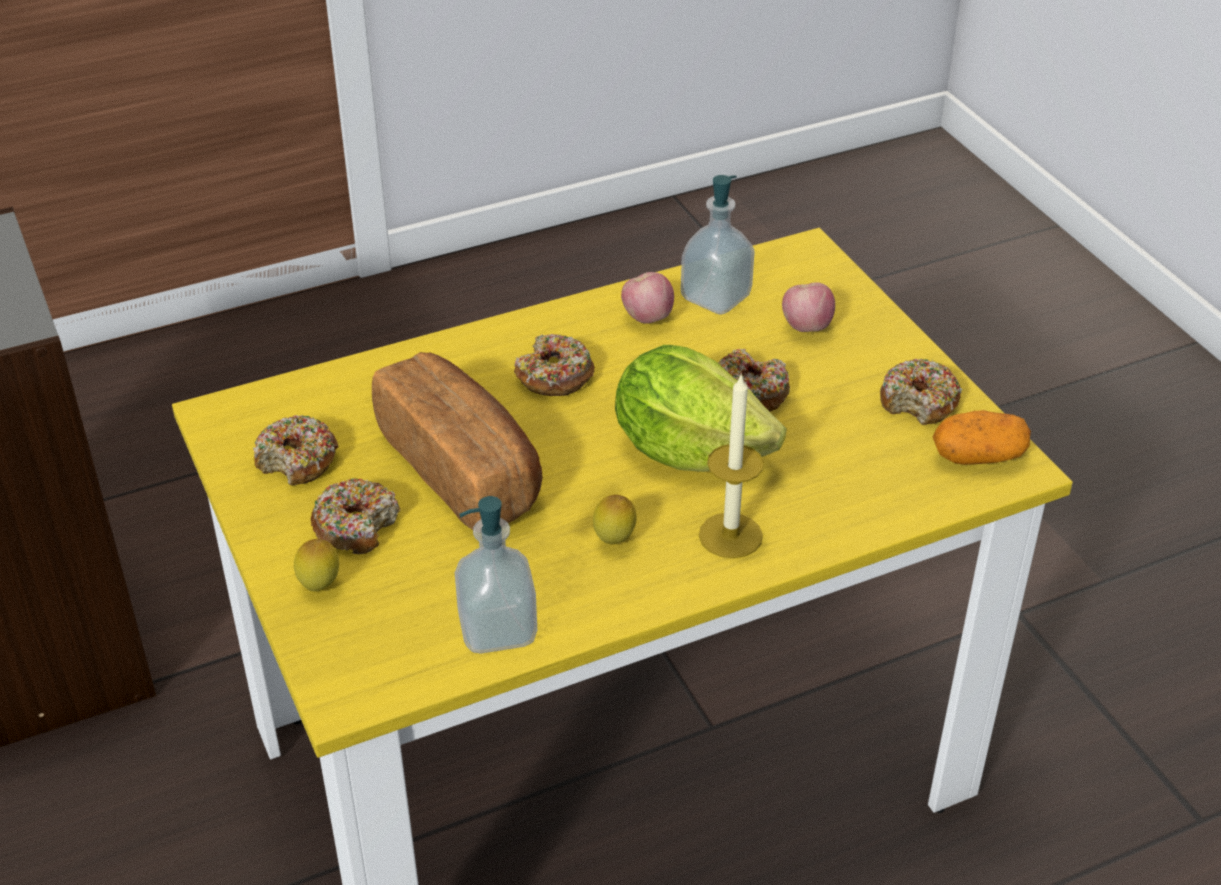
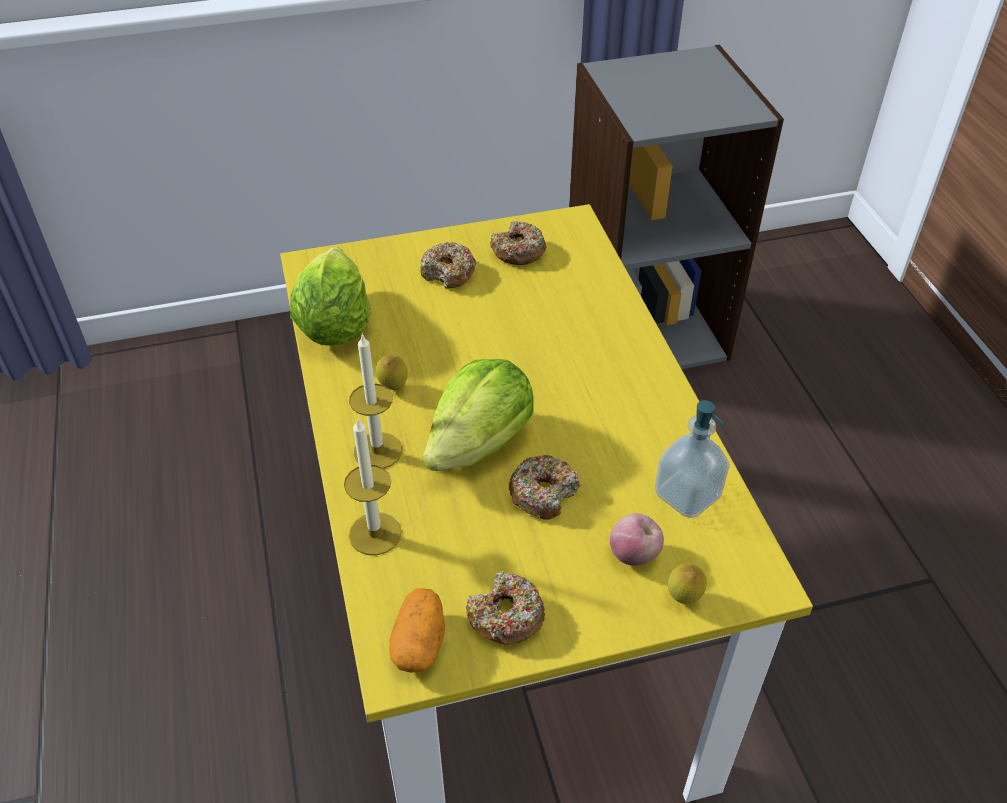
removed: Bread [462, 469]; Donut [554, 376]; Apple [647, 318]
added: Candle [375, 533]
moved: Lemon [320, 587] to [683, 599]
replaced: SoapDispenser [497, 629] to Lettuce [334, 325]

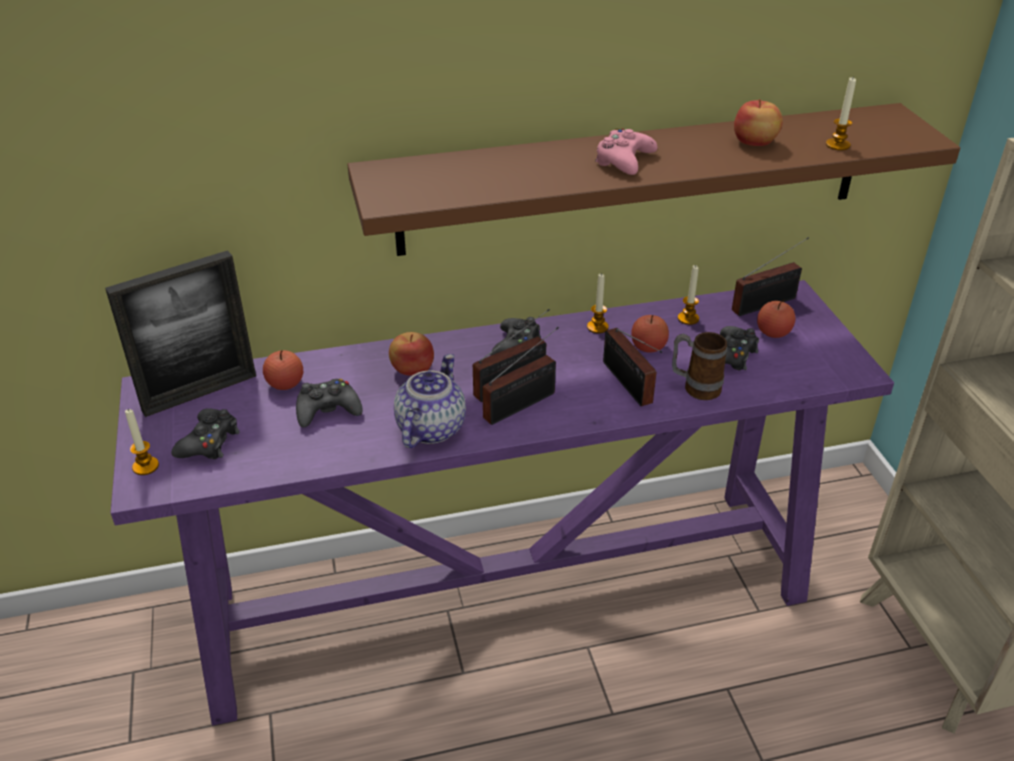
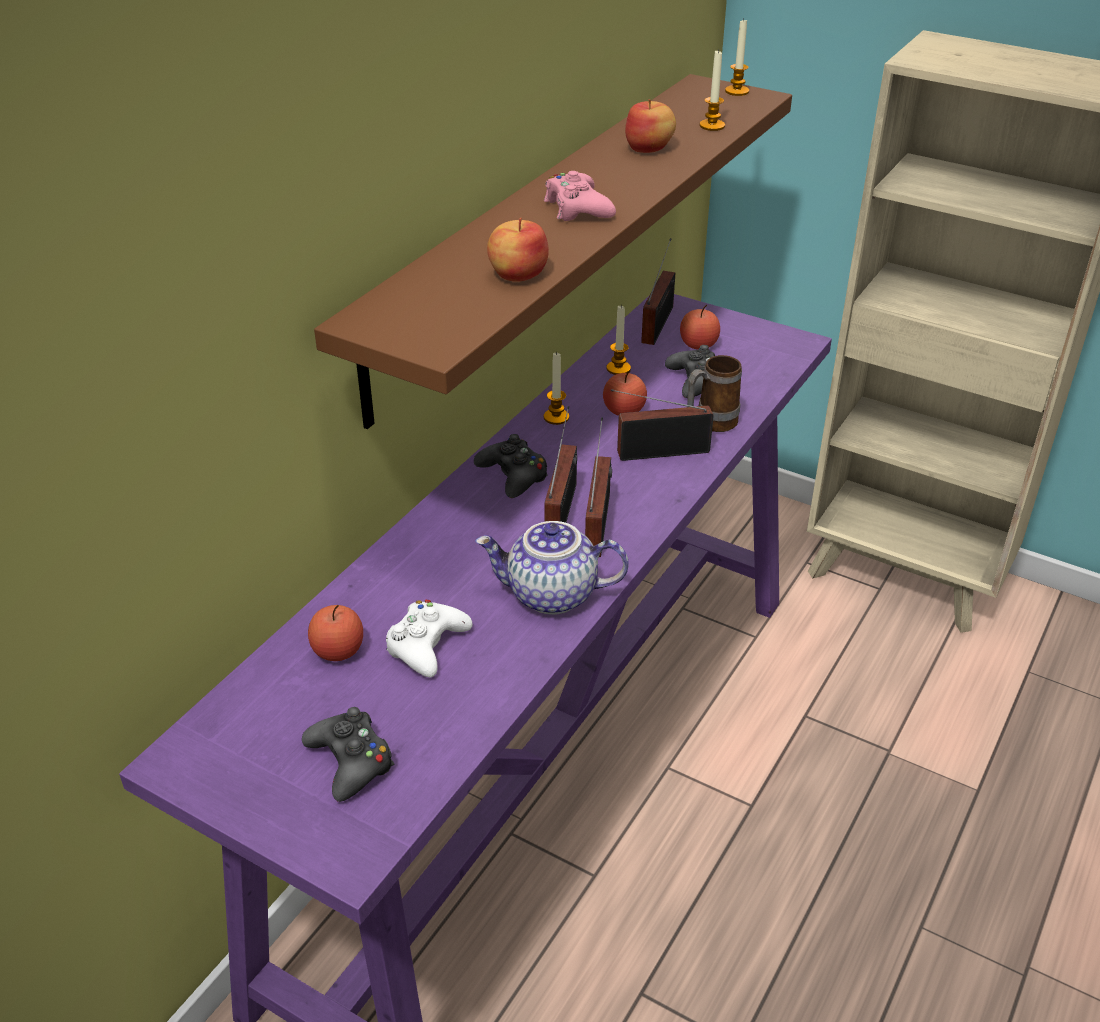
removed: PictureFrame [200, 393]
moved: Candle [145, 466] to [737, 91]; Apple [412, 368] to [518, 274]
recoloured: BlackGameController [328, 410] to WhiteGameController [426, 645]
turned: Teapot [429, 428] = [551, 596] 60 degrees counterclockwise; Radio [628, 385] = [657, 452] 150 degrees clockwise

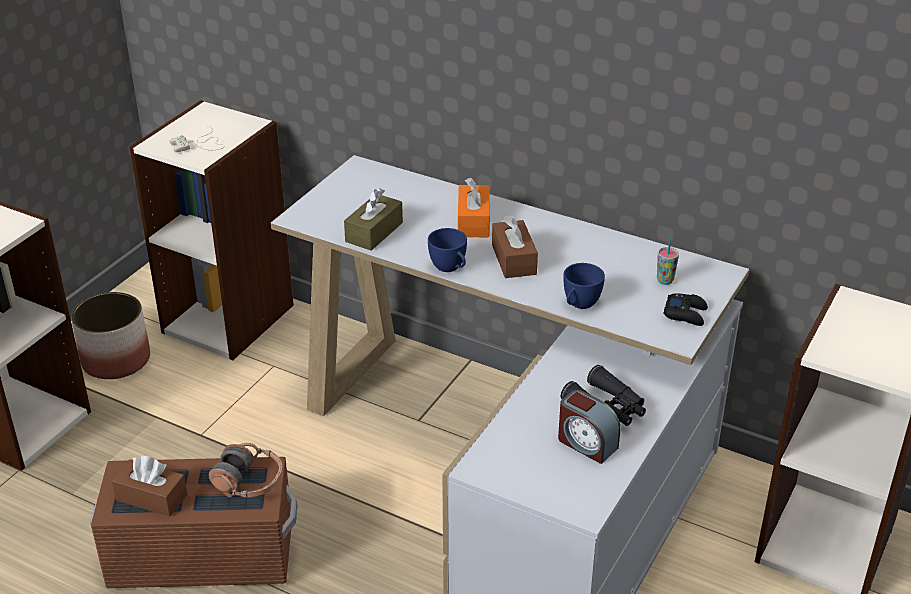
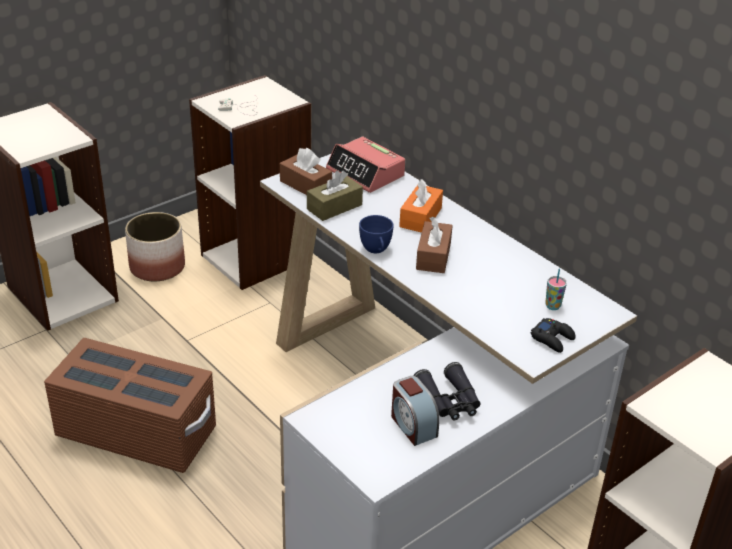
removed: Headphones [248, 482]; BlueCup [579, 305]
added: AlarmClock [366, 173]
moved: BrownTissueBox [151, 497] to [305, 185]

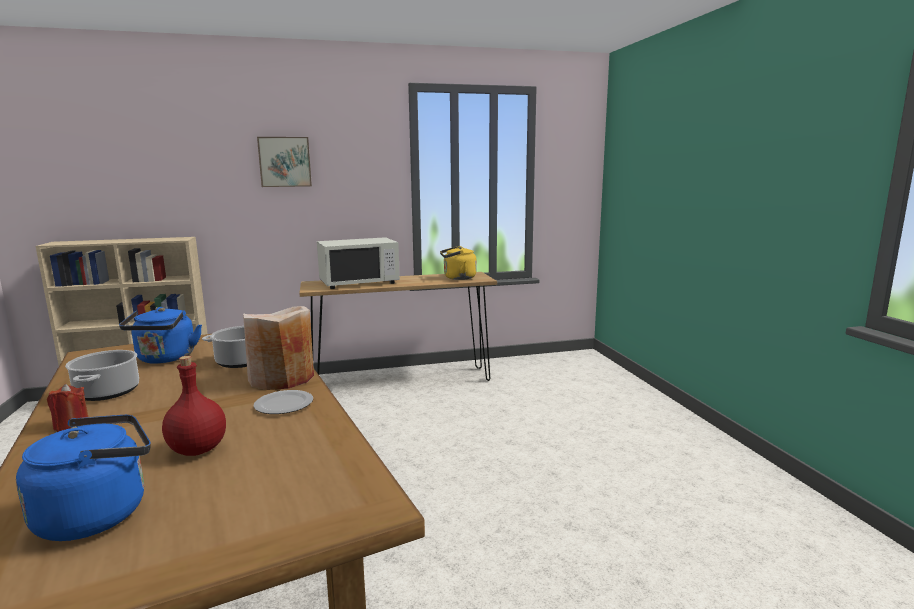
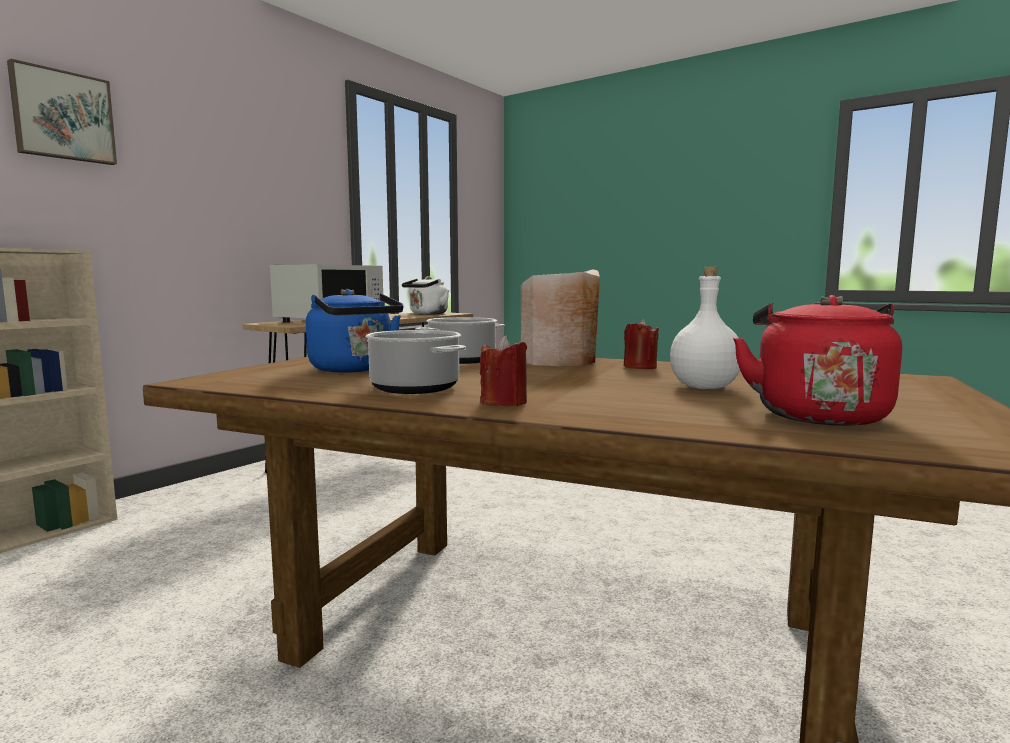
moved: Picture [285, 162] to [63, 116]
replaced: Plate [283, 405] to RedCandle [640, 367]
recoloured: BlueKettle [99, 513] to RedKettle [816, 414]; RedBottle [196, 450] to WhiteBottle [704, 388]; YellowKettle [457, 278] to WhiteKettle [427, 314]

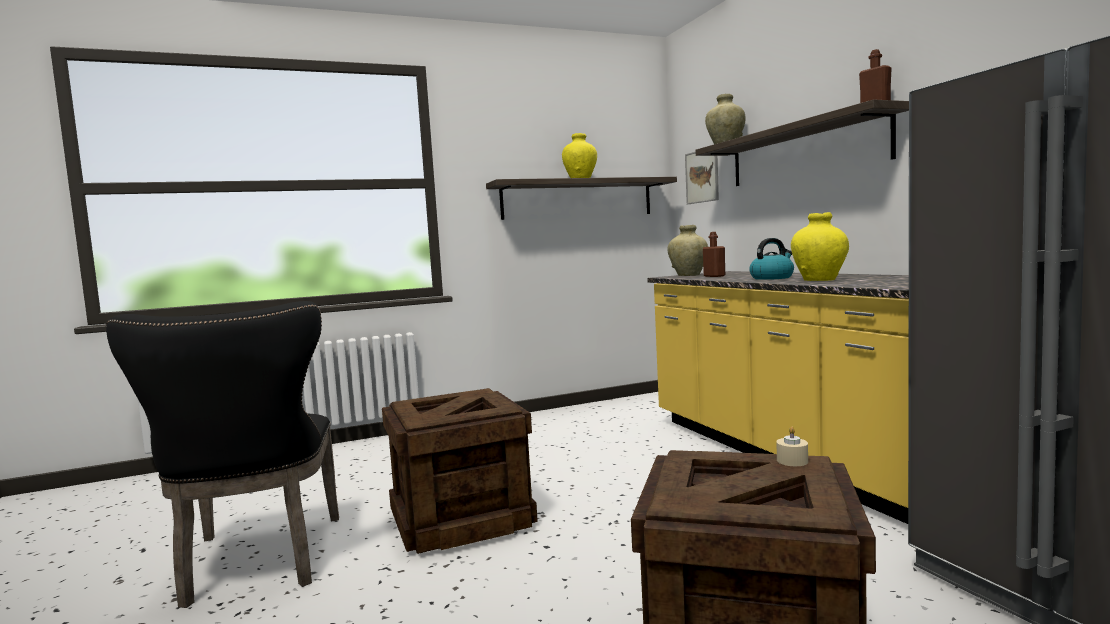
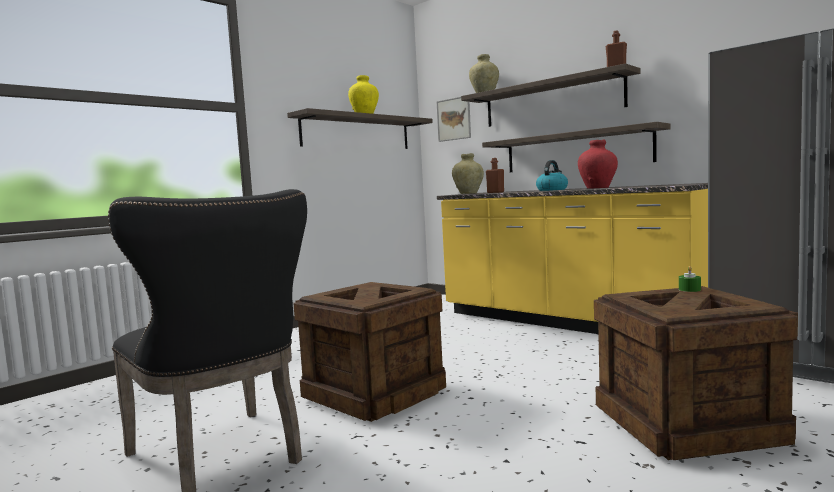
added: Shelf [575, 151]
recoloured: BeigeCandle [792, 461] to GreenCandle [689, 289]; YellowVase [819, 280] to RedVase [598, 188]

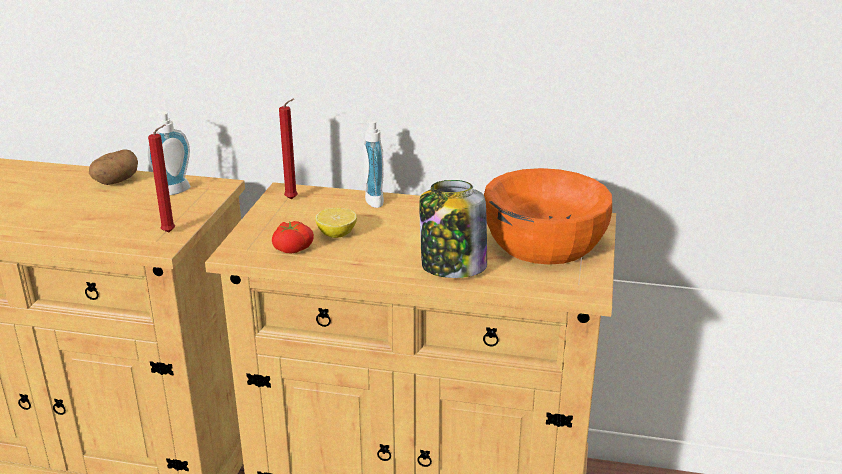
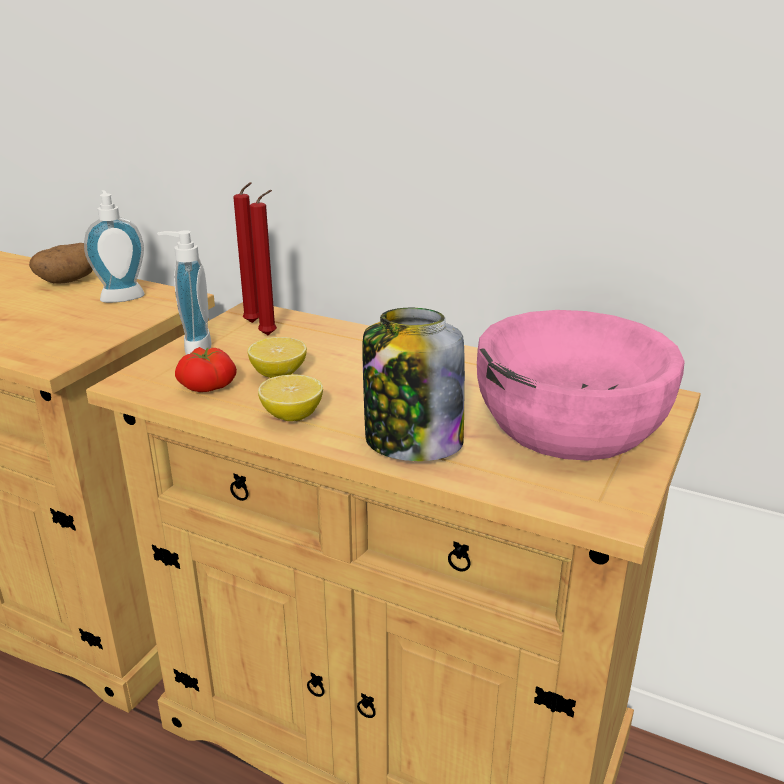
added: Lemon [292, 415]
moved: RedCandle [171, 232] to [270, 336]; SoapDispenser [370, 201] to [192, 348]
recoloured: OrangeBowl [544, 242] to PinkBowl [570, 423]

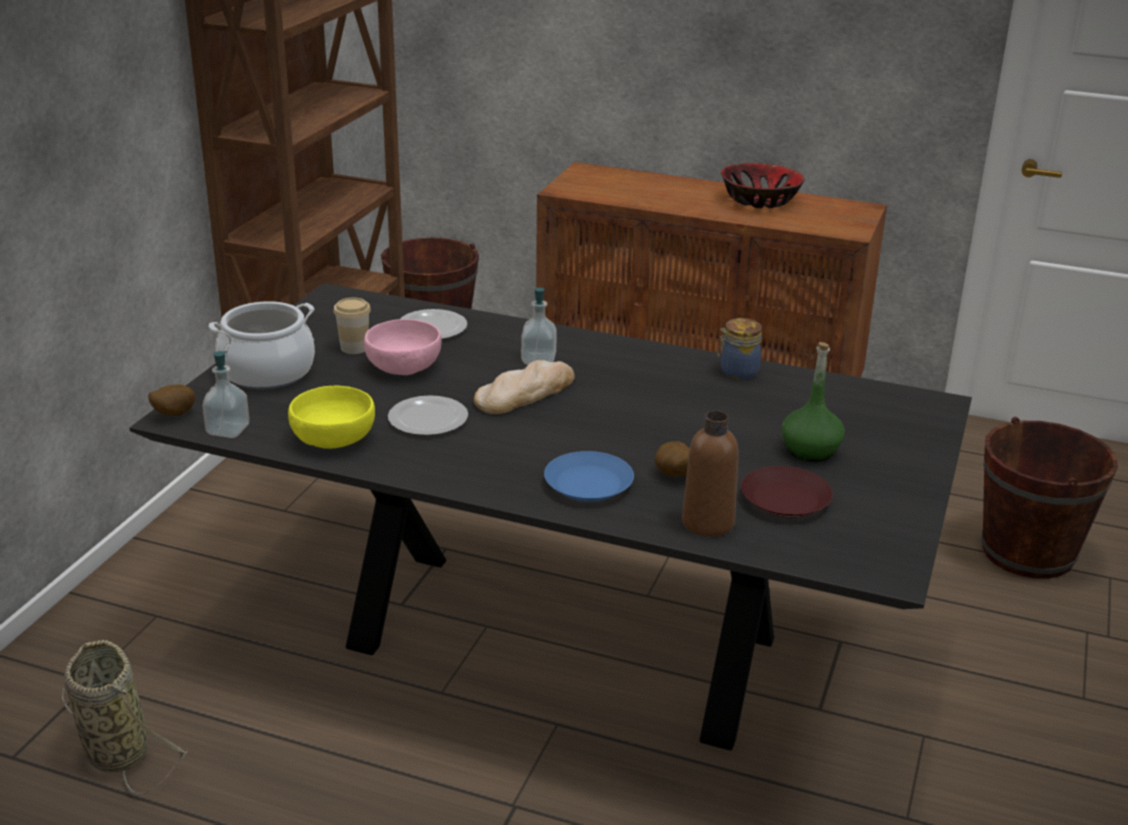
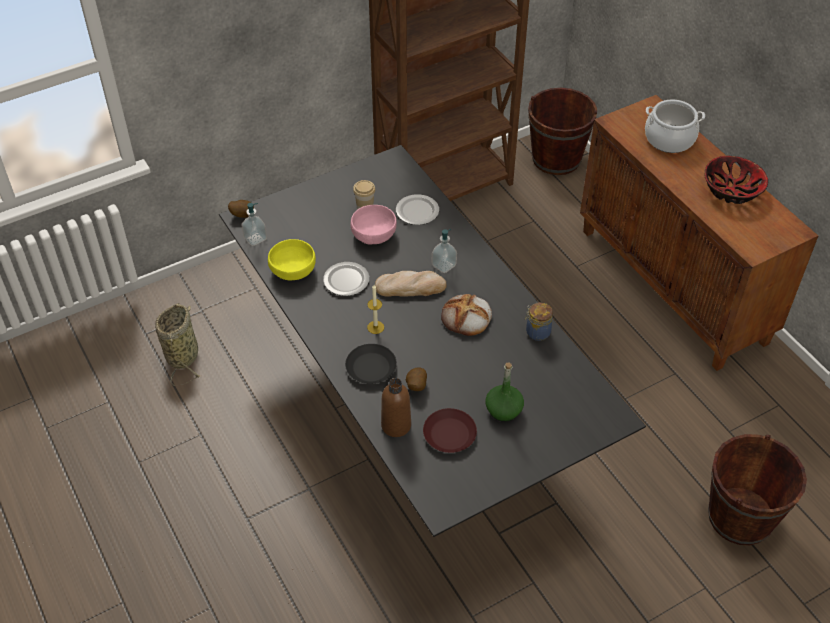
added: Candle [375, 327]; Bread [466, 318]
moved: CookingPot [267, 372] to [669, 139]
recoloured: BluePlate [588, 484] to BlackPlate [371, 367]

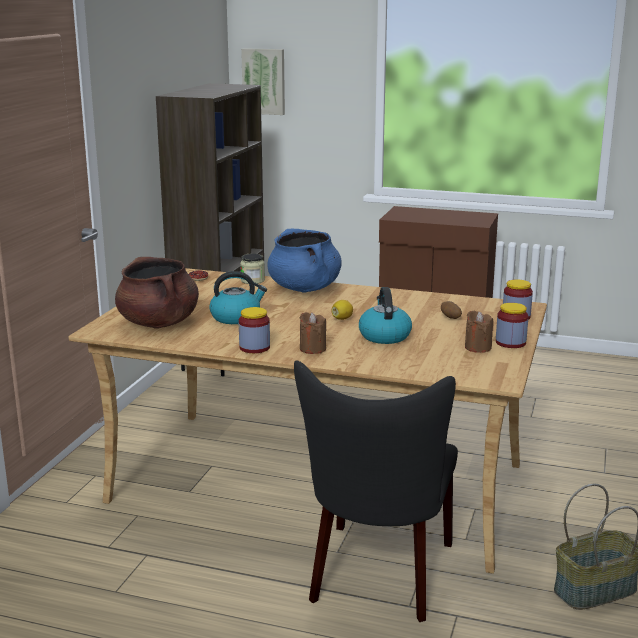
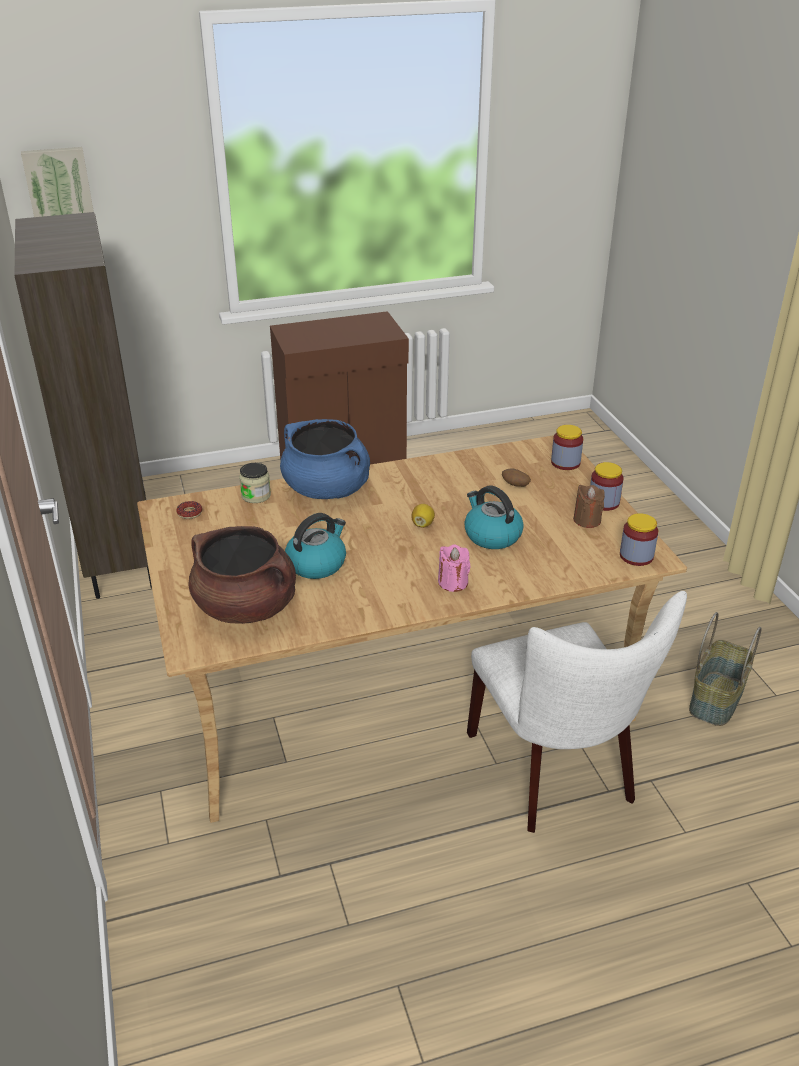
moved: Jar [254, 348] to [636, 556]
recoloured: BlackChair [378, 577] to WhiteChair [556, 773]; BrownCandle [312, 349] to PinkCandle [453, 582]

